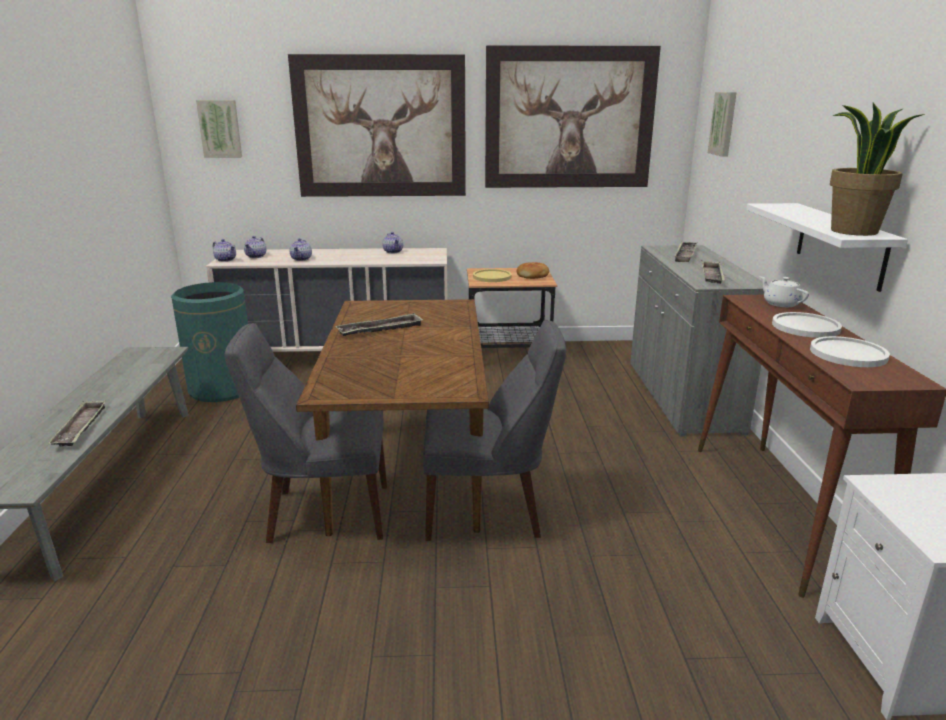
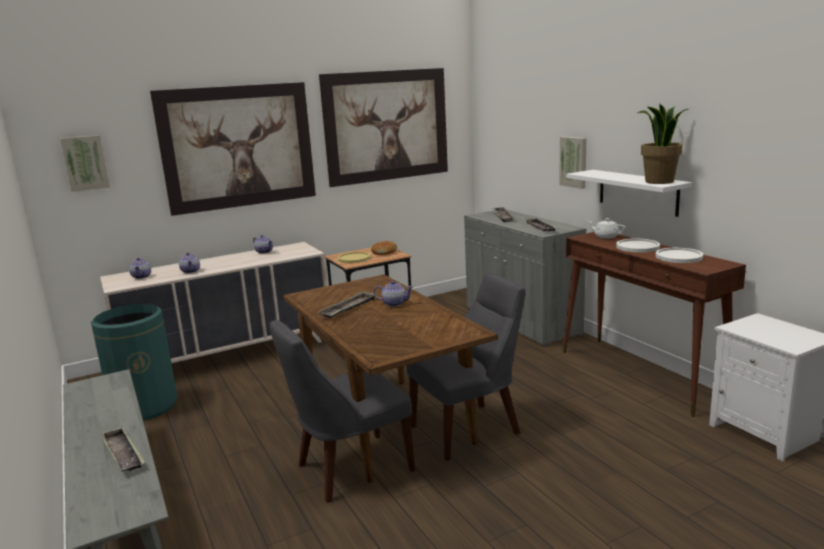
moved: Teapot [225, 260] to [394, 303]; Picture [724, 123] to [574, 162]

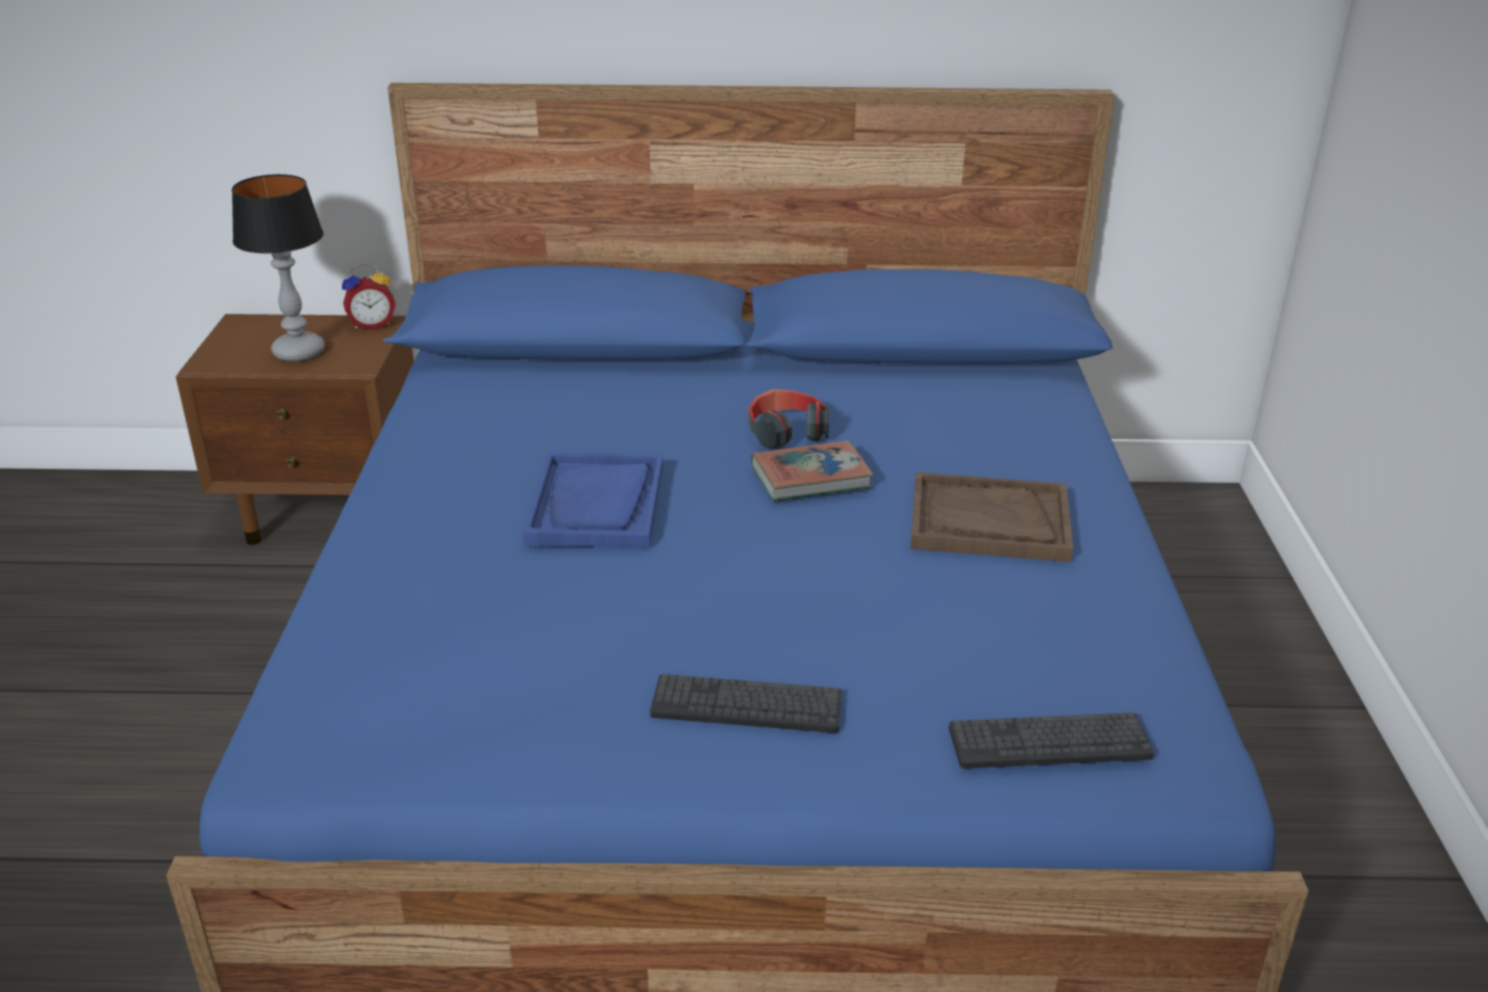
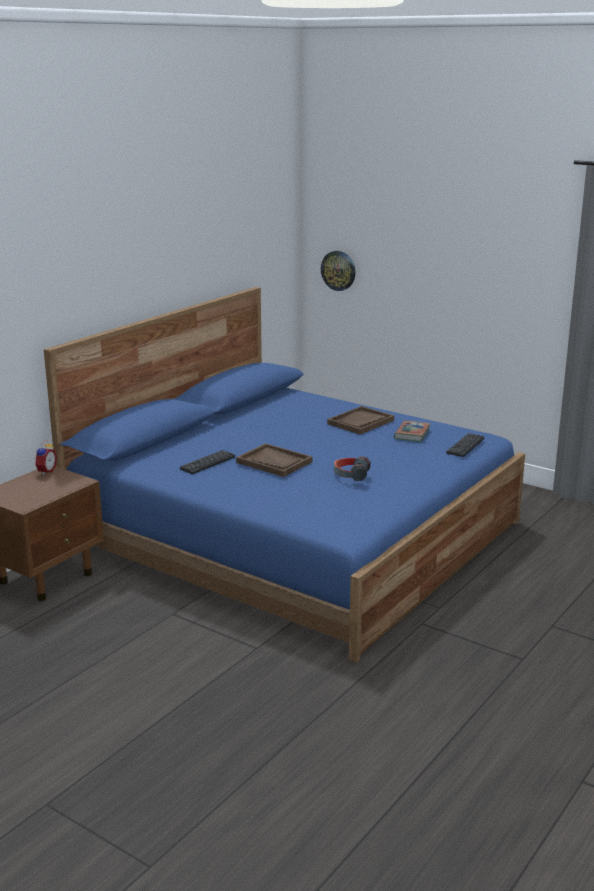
removed: TableLamp [300, 352]
added: WallClock [338, 270]
moved: Keyboard [746, 705] to [208, 463]; Headphones [786, 432] to [350, 475]; Book [811, 478] to [412, 434]
recoloured: BlueTray [597, 505] to BrownTray [274, 462]

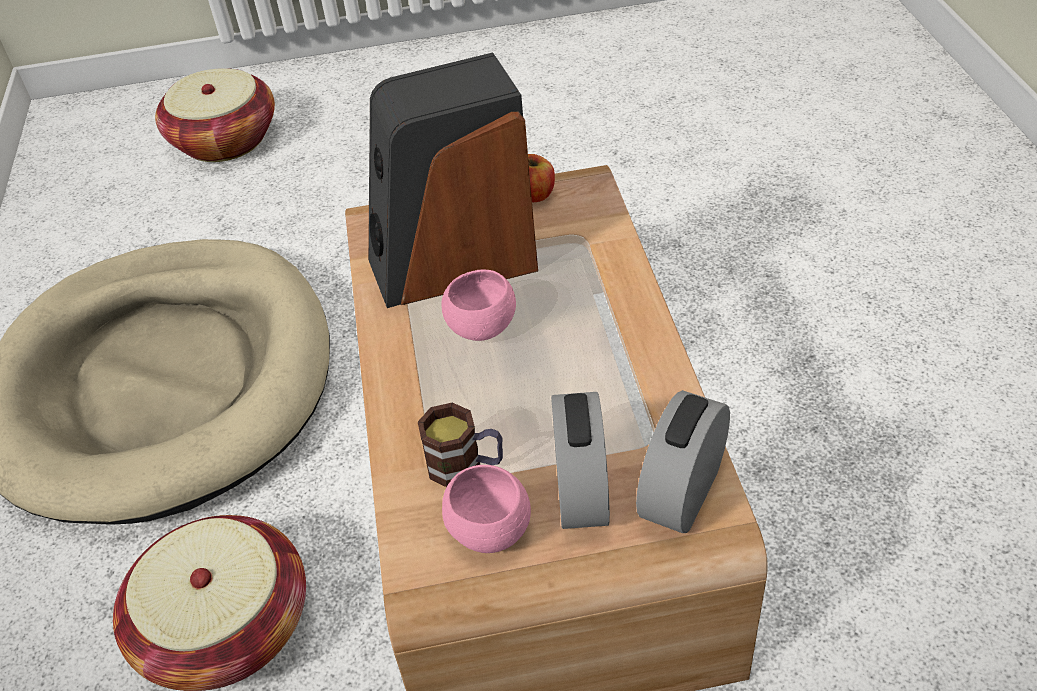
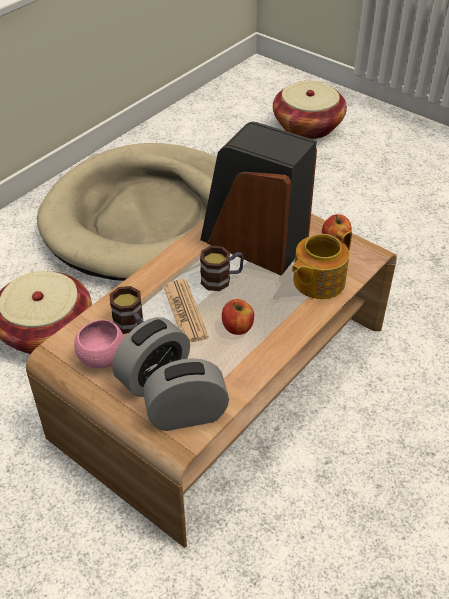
added: Newspaper [185, 312]; Apple [237, 327]; Teapot [317, 281]
replaced: PinkBowl [482, 327] to Mug [222, 279]

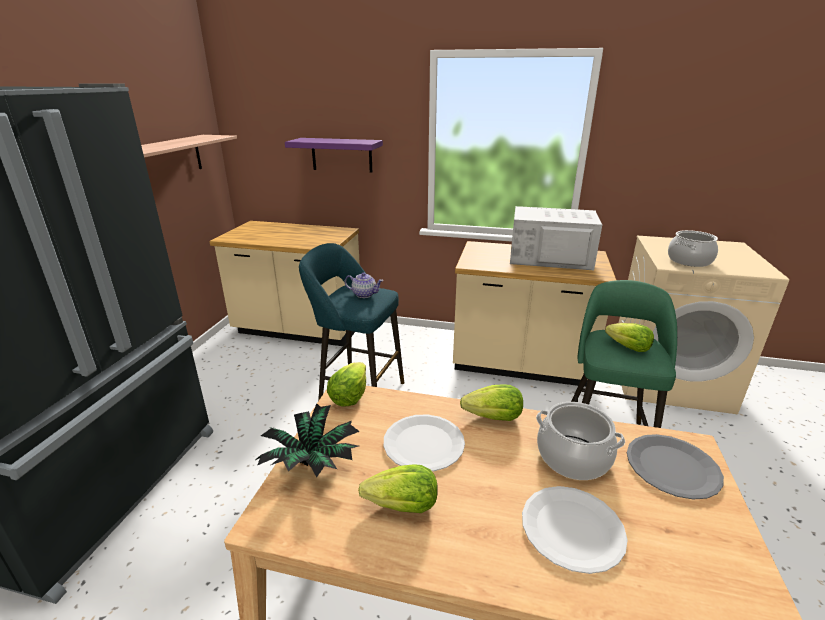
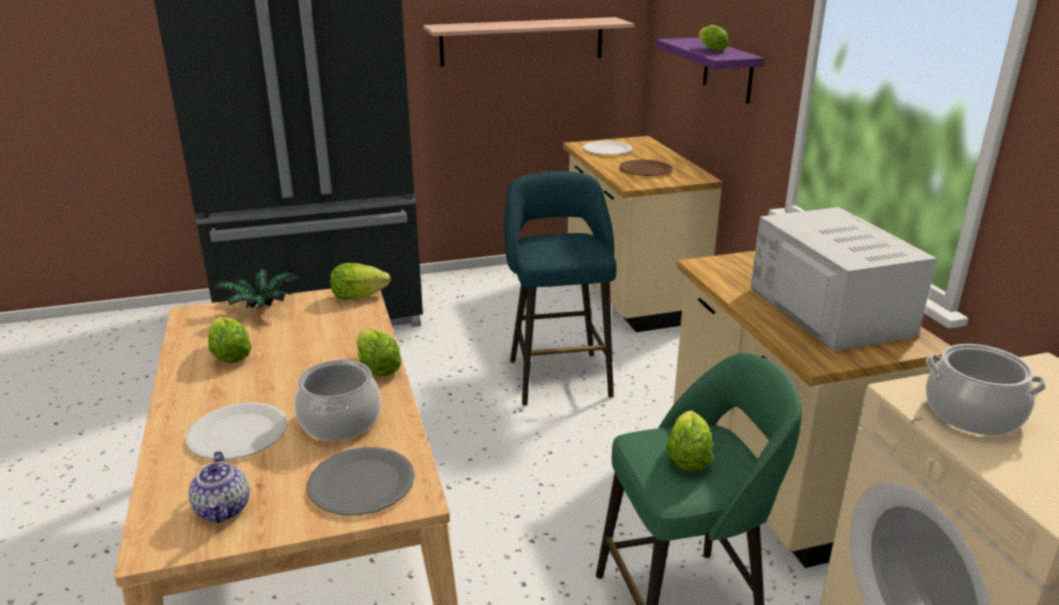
added: BrownPlate [645, 170]; Lettuce [710, 49]
moved: Teapot [364, 294] to [224, 509]; WhitePlate [424, 444] to [607, 150]

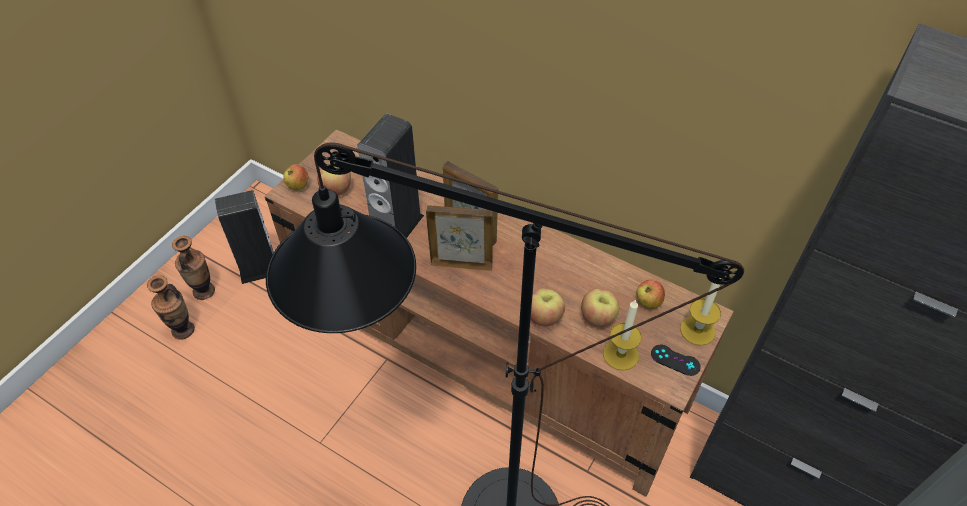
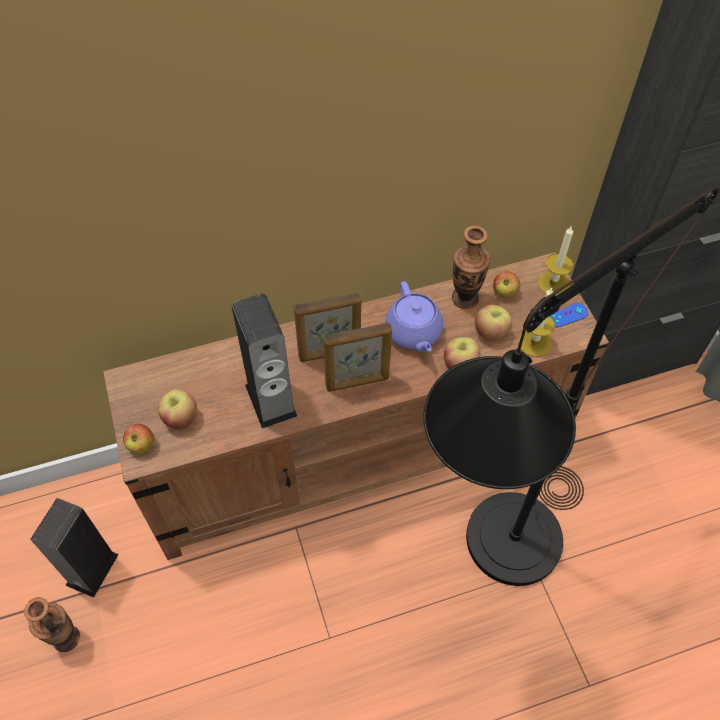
added: PurpleTeapot [413, 333]
moved: Vase [183, 330] to [465, 298]
recoloured: BlackGameController [675, 360] to BlueGameController [566, 315]
turned: PictureFrame [461, 264] = [358, 382] 150 degrees counterclockwise

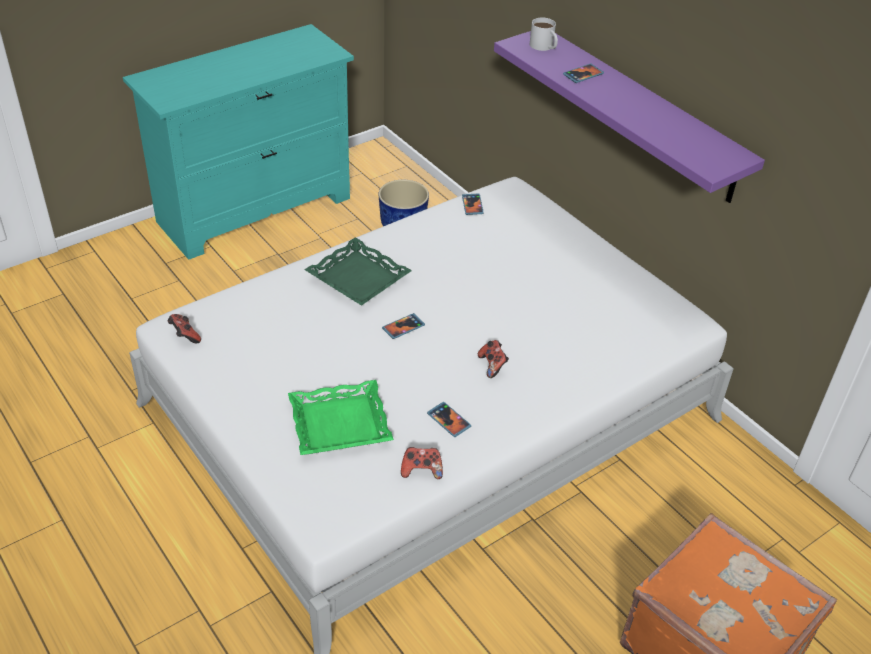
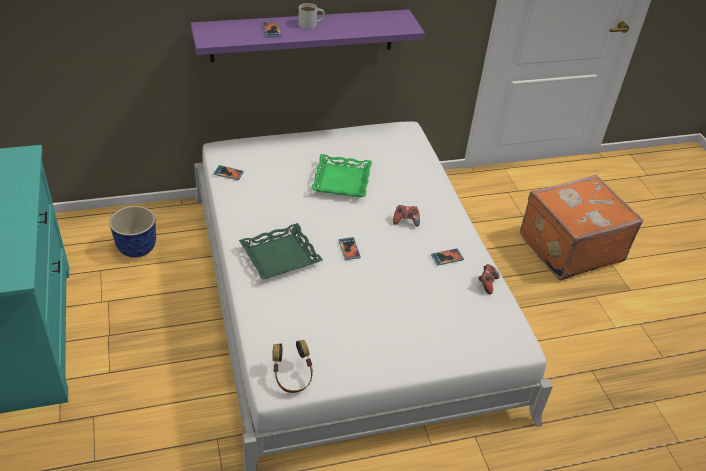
moved: GreenTray [340, 423] to [341, 180]; WhiteMug [544, 47] to [311, 24]
replaced: GameController [184, 336] to Headphones [292, 378]

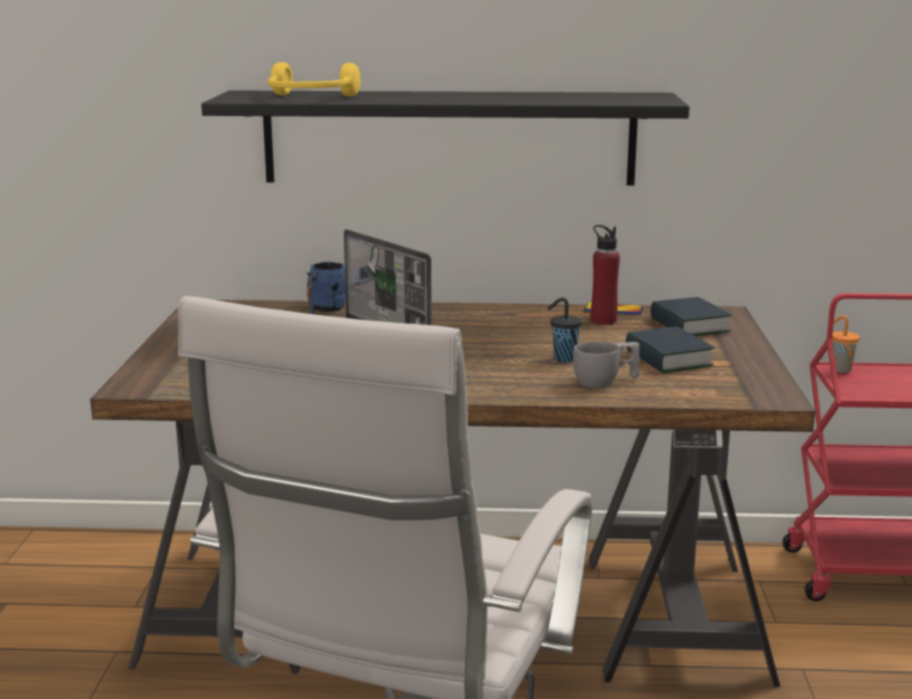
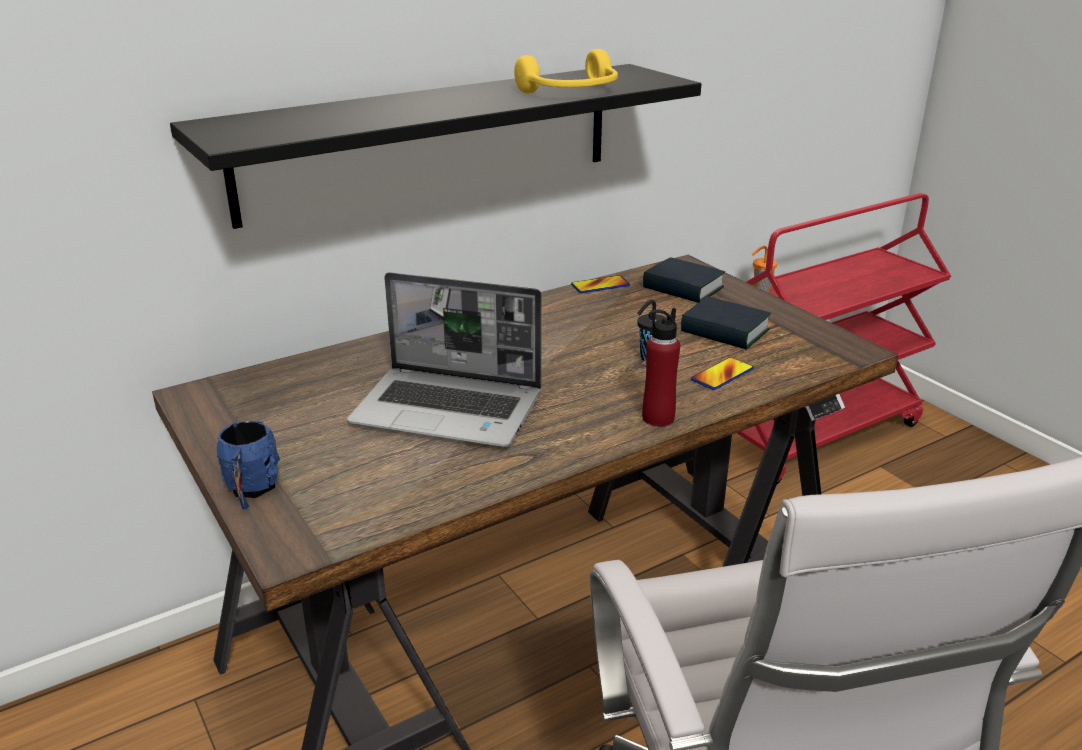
moved: YellowHeadphones [309, 98] to [572, 93]; BlueMug [325, 309] to [251, 490]; RedBottle [603, 320] to [658, 418]
replaced: GreyCup [606, 382] to Phone [722, 375]

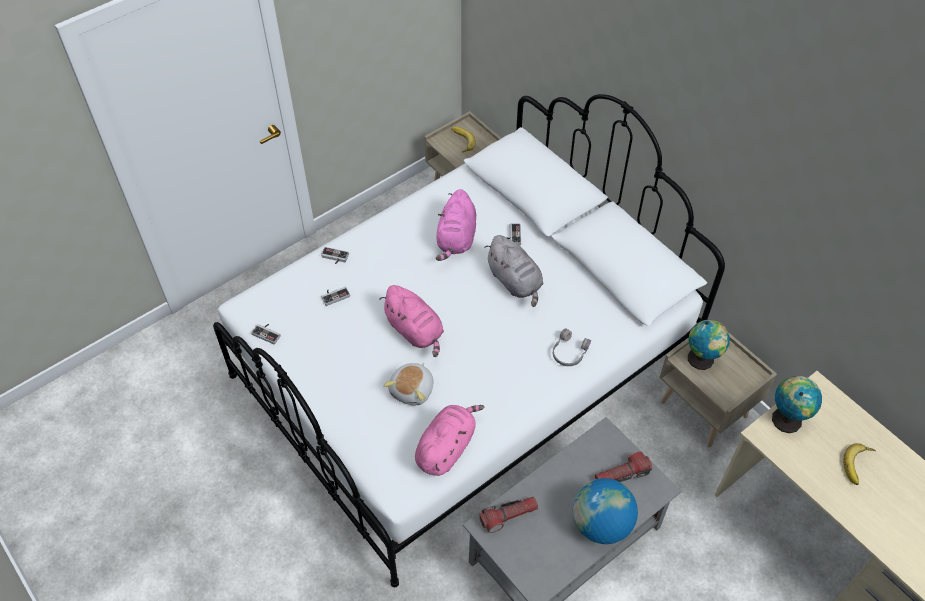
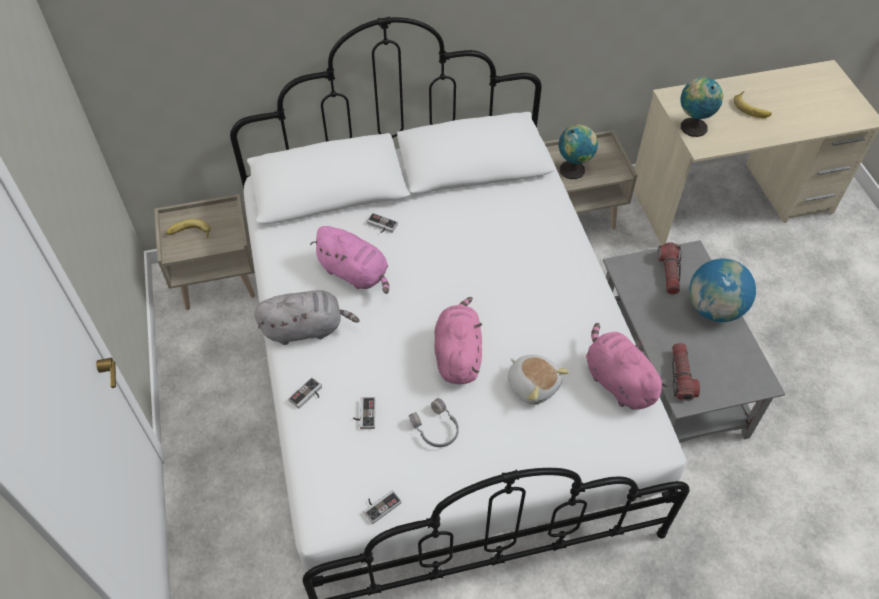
moved: GreyPlushToy [515, 282] to [306, 328]; GreyHeadphones [569, 352] to [435, 429]
turned: PinkPlushToy [415, 331] = [458, 354] 75 degrees counterclockwise

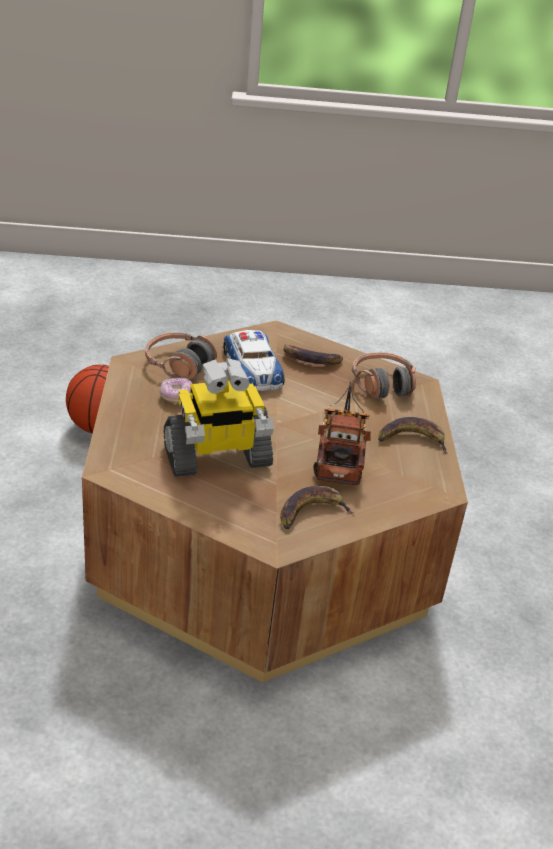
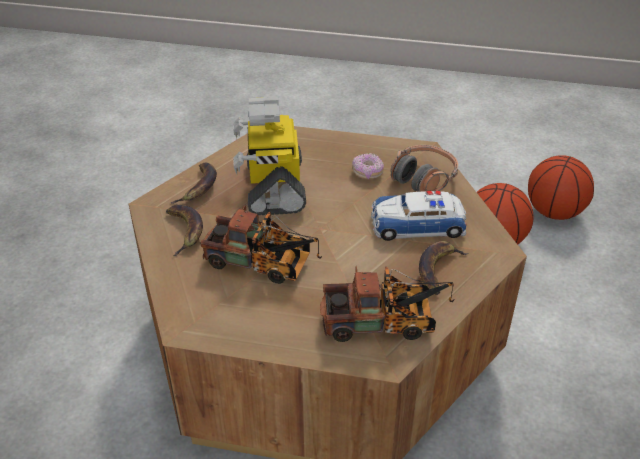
added: Basketball [554, 212]
moved: Banana [412, 439] to [199, 187]
replaced: Headphones [383, 385] to ToyTruck [385, 323]

